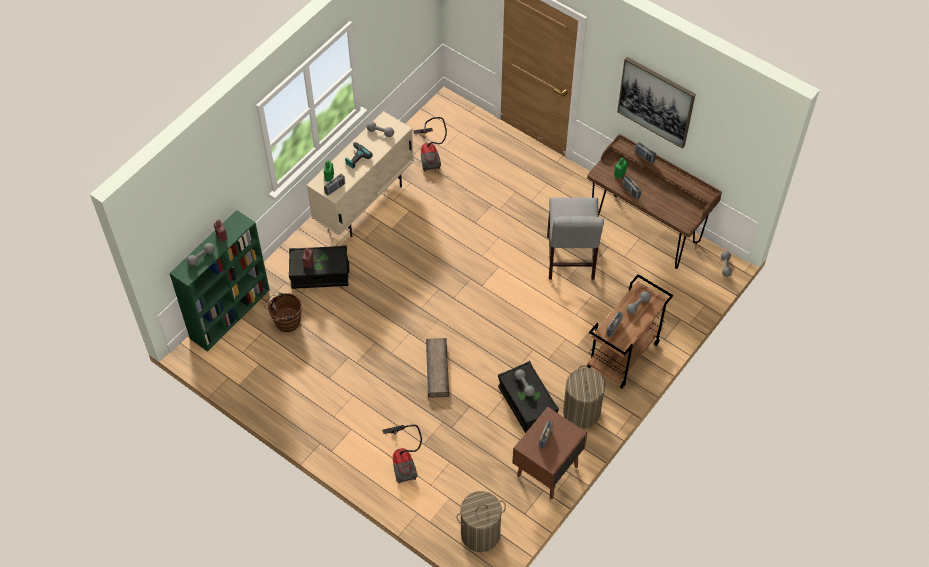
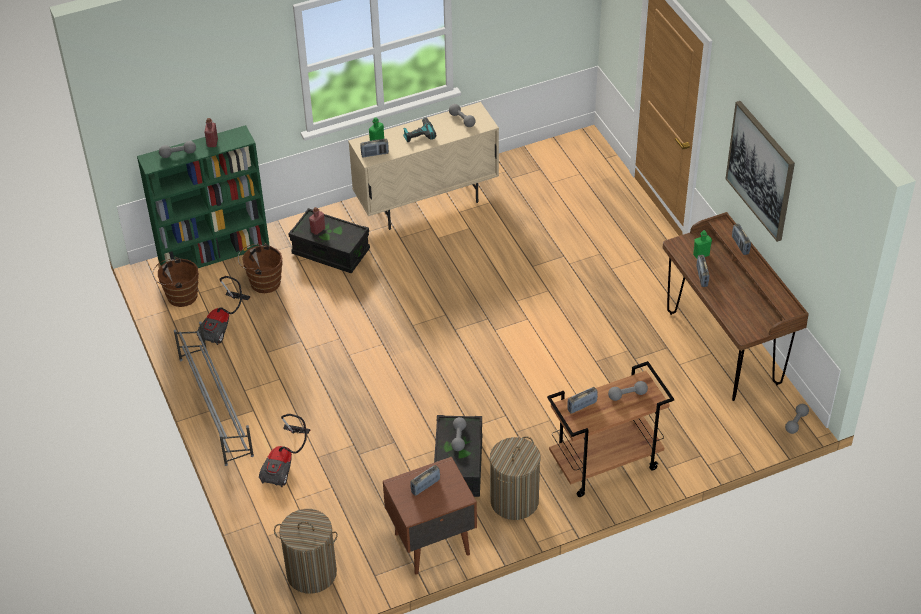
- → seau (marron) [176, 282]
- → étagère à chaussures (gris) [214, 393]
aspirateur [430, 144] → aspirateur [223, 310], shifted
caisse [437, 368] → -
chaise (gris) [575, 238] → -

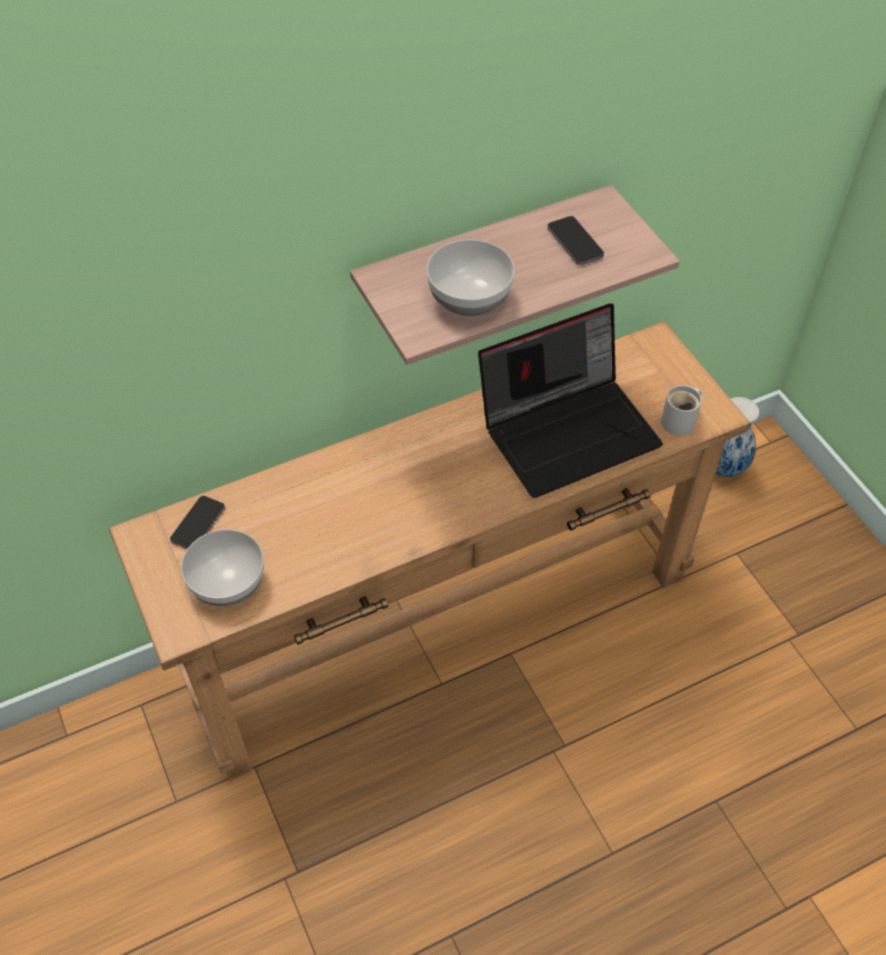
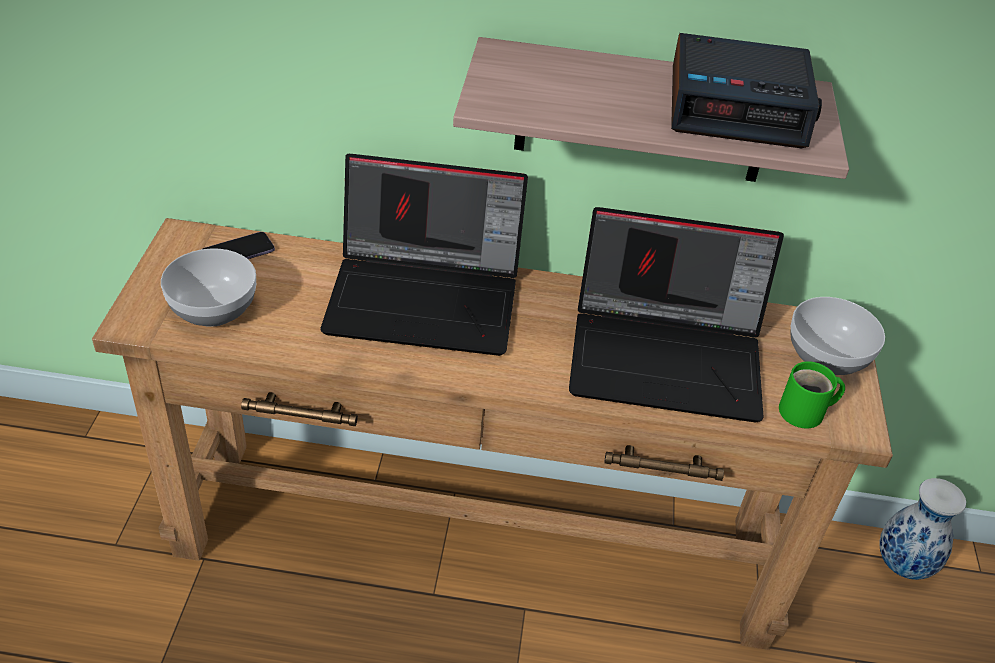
- → ordinateur portable [424, 255]
téléphone [575, 240] → réveil [746, 90]
mug (blanc) [681, 410] → mug (vert) [812, 395]
bol [470, 277] → bol [837, 336], shifted

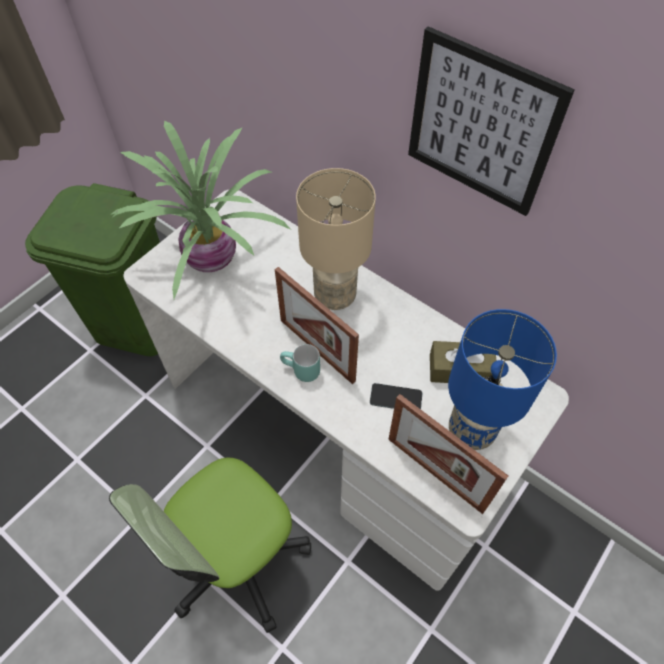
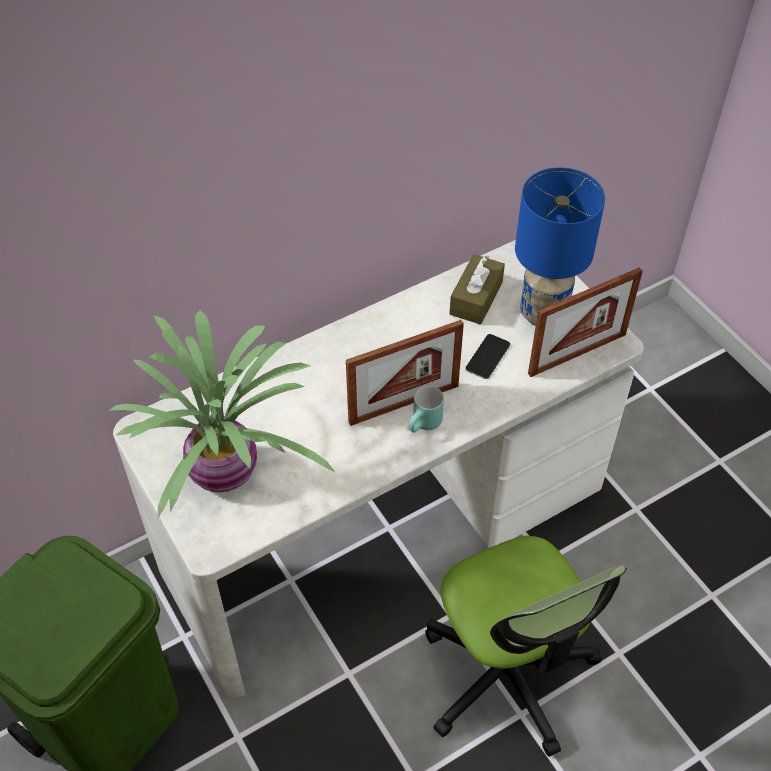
lampe de table (beige) [336, 239] → -
tableau [491, 121] → -

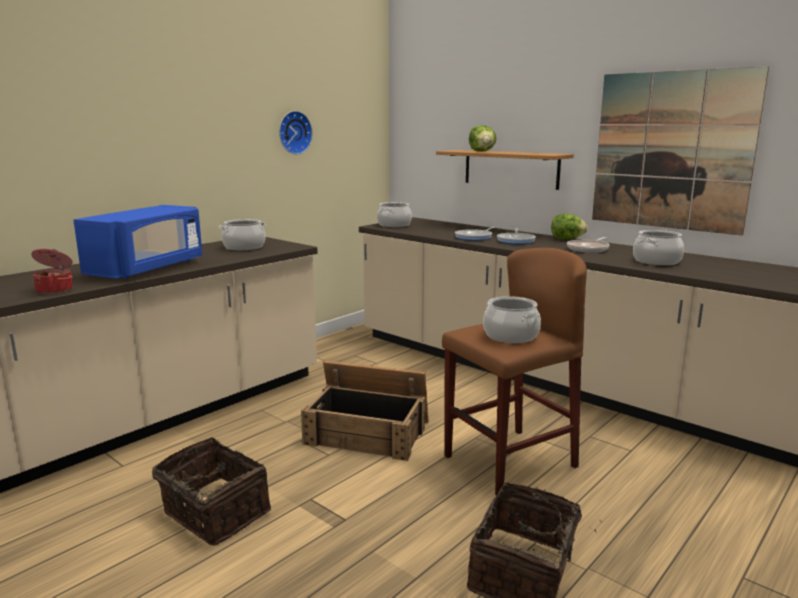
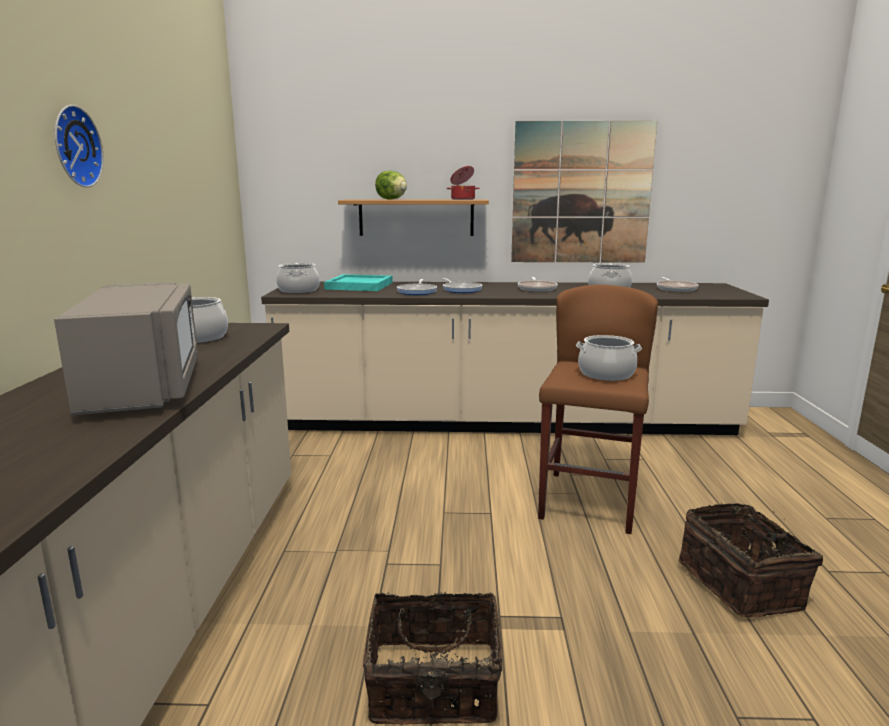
micro-ondes (bleu) [137, 242] → micro-ondes (gris) [126, 349]
horloge murale [296, 133] → horloge murale [79, 146], shifted
- → plateau (turquoise) [358, 282]
marmite [52, 271] → marmite [463, 183], shifted
- → poêle [678, 284]
caisse [364, 411] → -
laitue [569, 226] → -

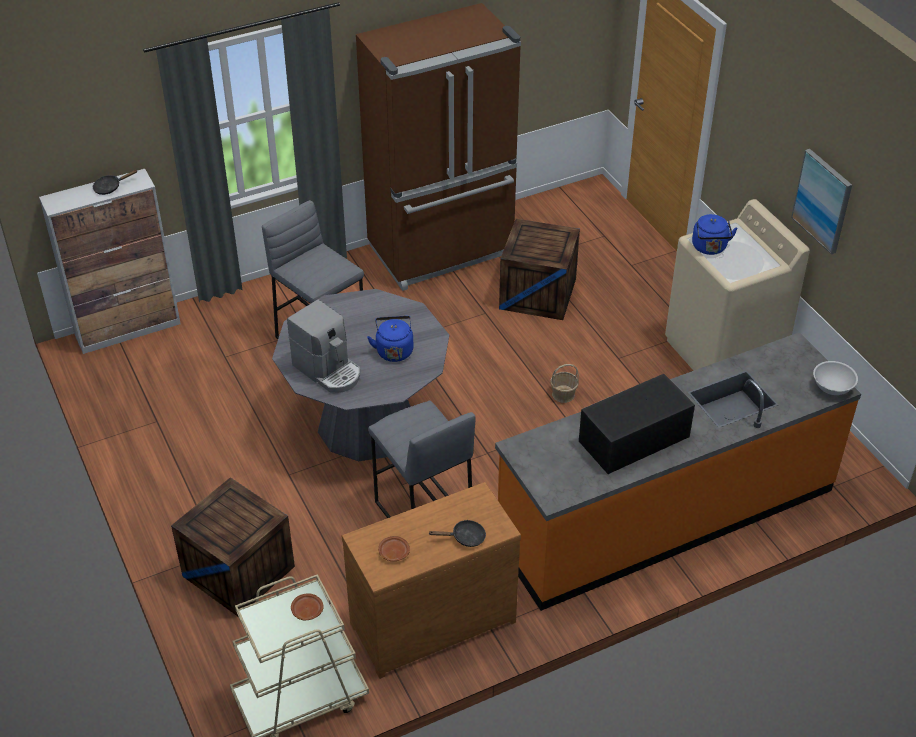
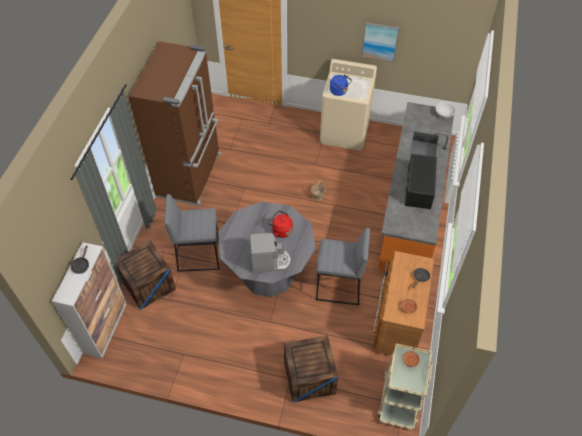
caisse [539, 269] → caisse [146, 275], shifted
bouilloire (bleu) [390, 339] → bouilloire (rouge) [280, 224]

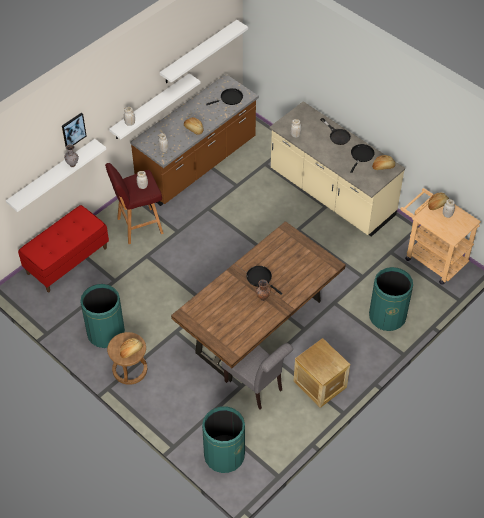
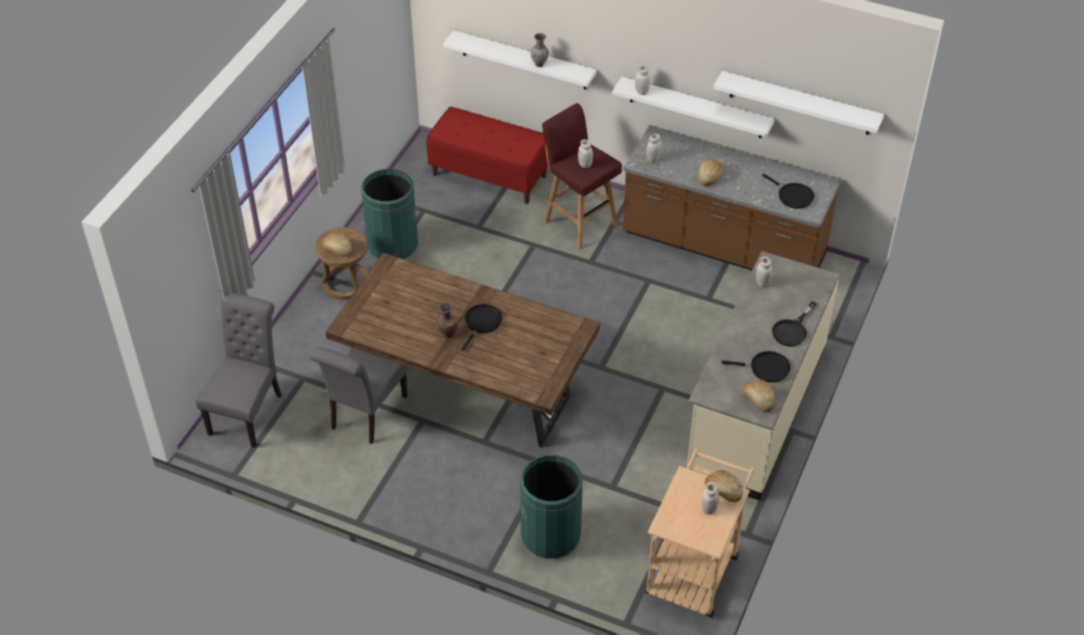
poubelle (vert) [223, 439] → chaise (gris) [238, 370]
tableau [74, 130] → -
caisse [321, 373] → -

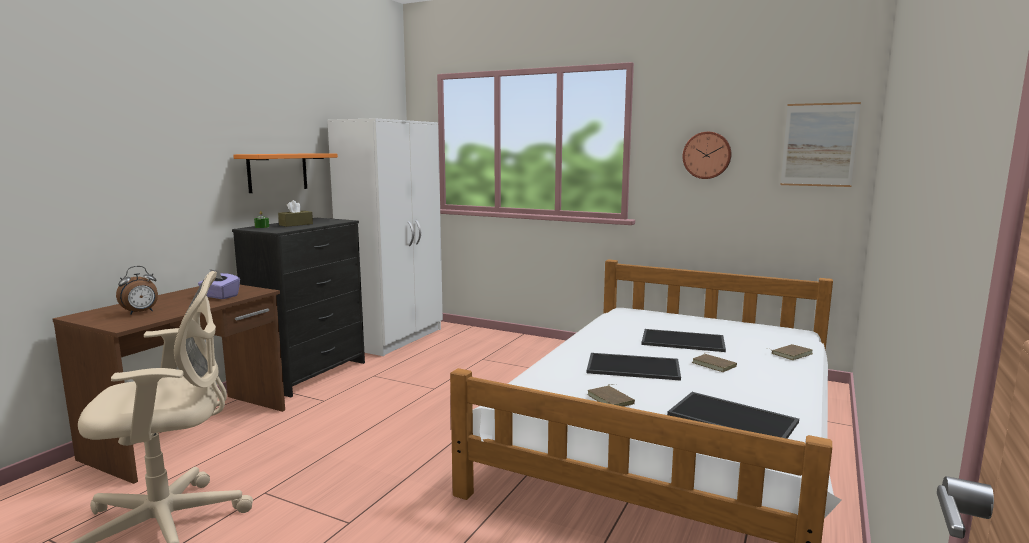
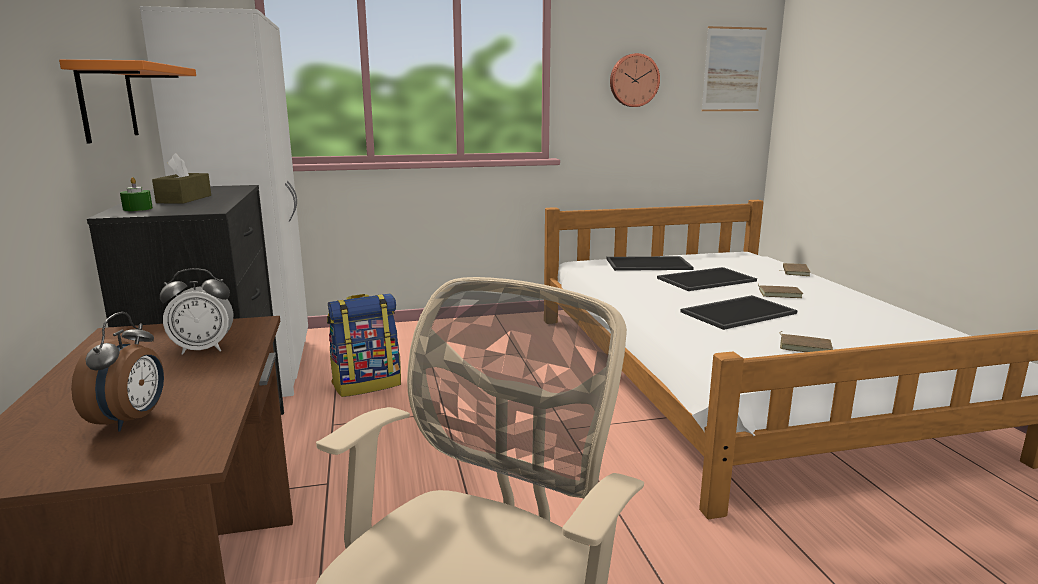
boîte à mouchoirs (violet) [219, 284] → réveil [196, 311]
- → sac à dos [364, 345]
plateau [733, 415] → plateau [650, 263], shifted

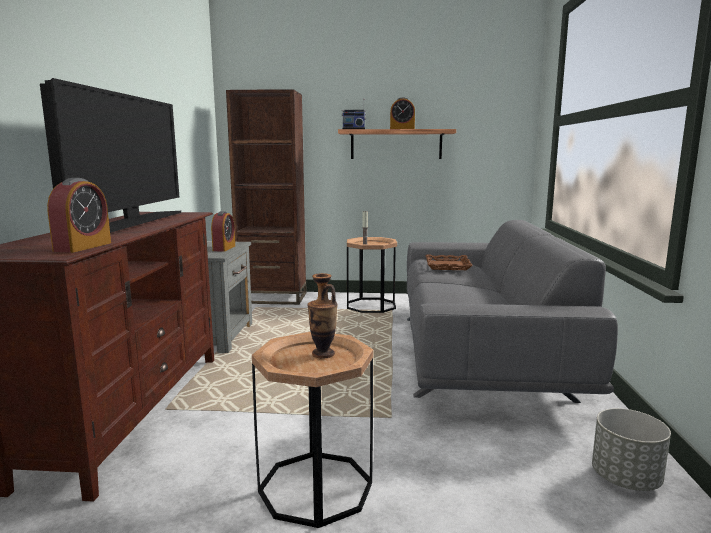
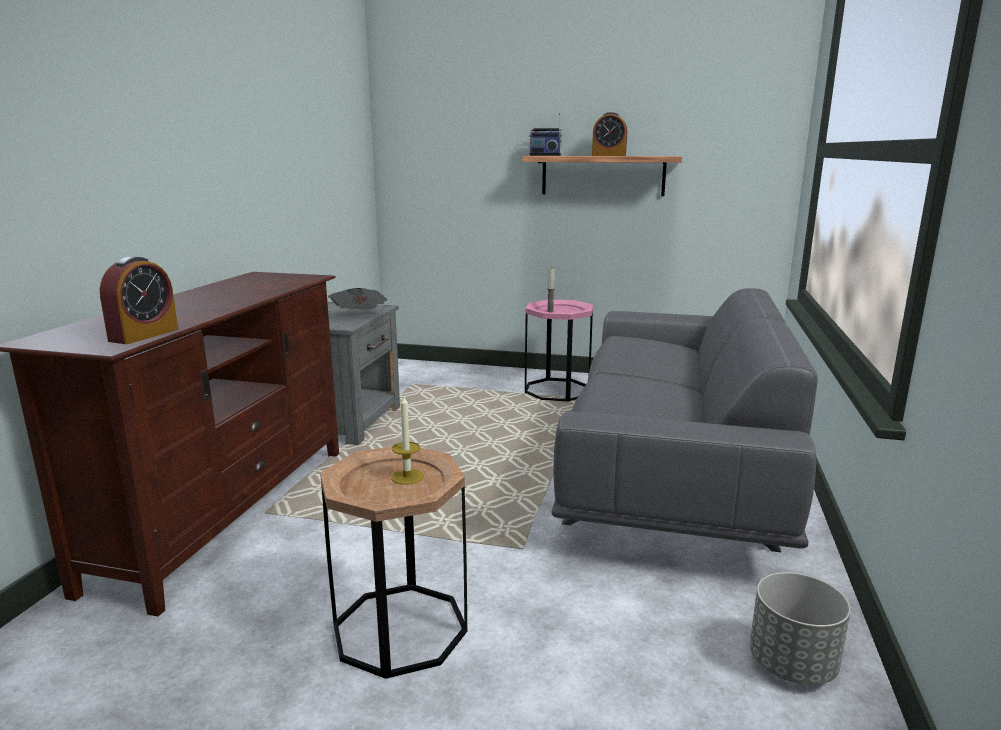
réveil [223, 231] → journal [358, 298]
vase [322, 316] → bougie [407, 440]
table d'appoint (marron) [372, 275] → table d'appoint (rose) [559, 350]
téléviseur [110, 155] → -
bibliothèque (marron) [266, 197] → -
plateau (marron) [449, 262] → -

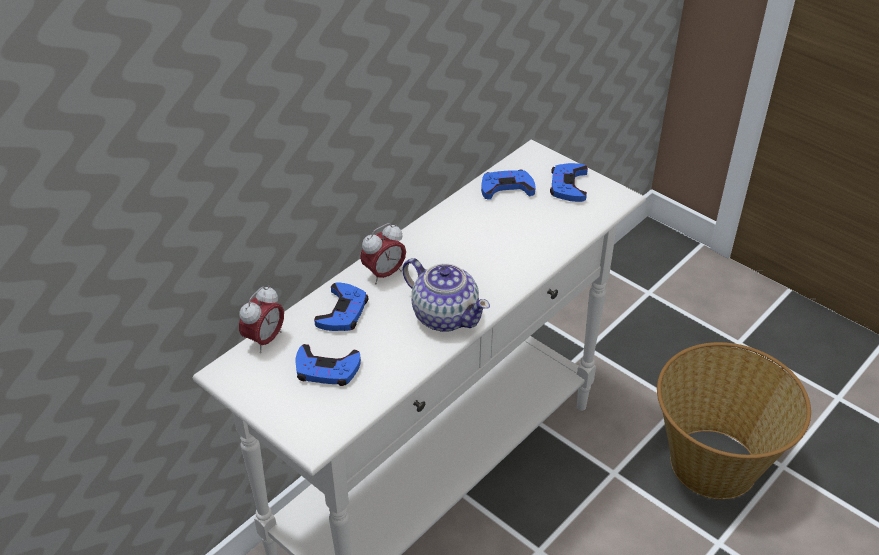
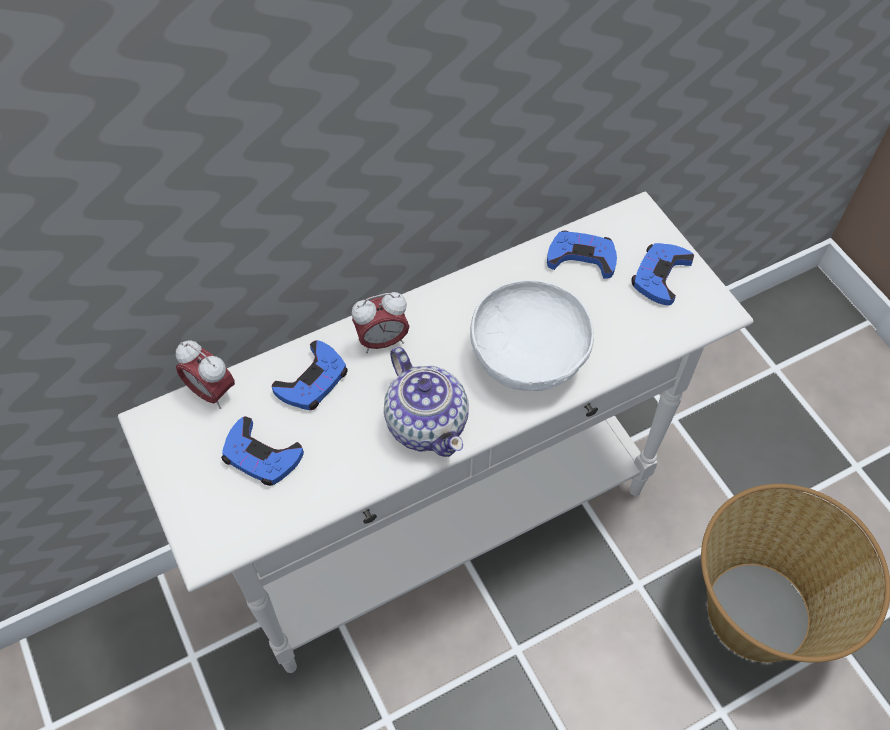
réveil [261, 319] → réveil [205, 374], 75 degrees clockwise
- → bol (blanc) [532, 335]

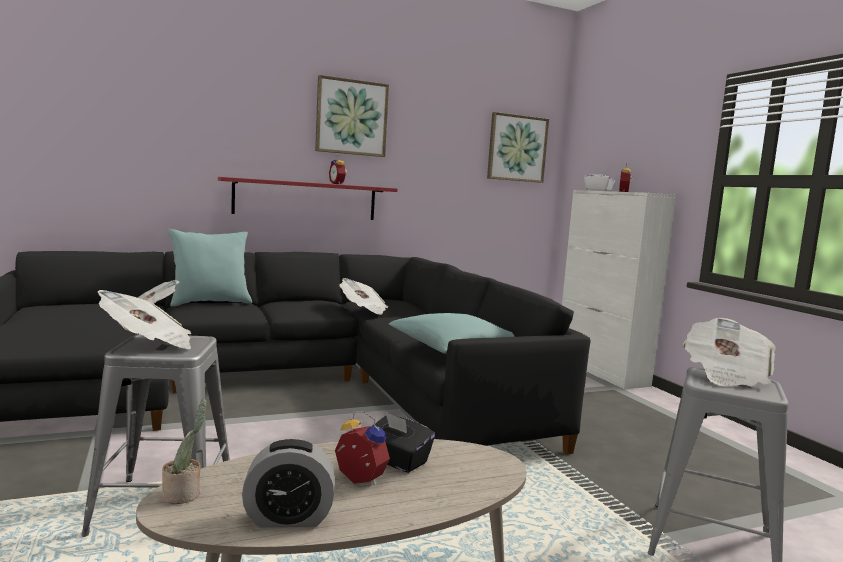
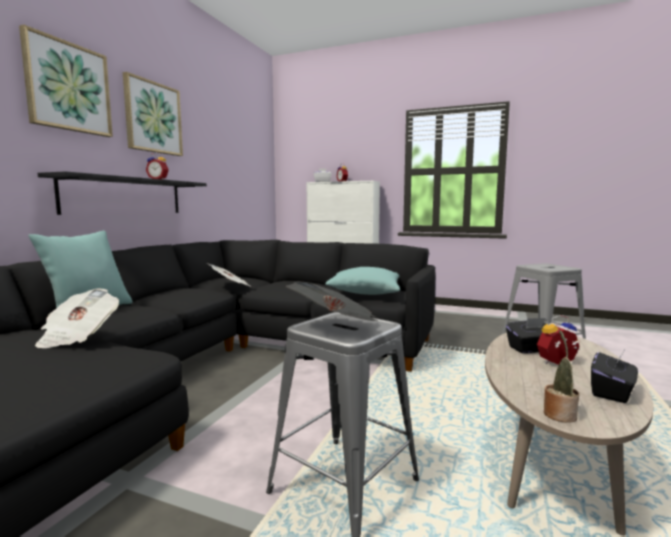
tableau [518, 147] → tableau [66, 81], shifted
étagère (rouge) [308, 198] → étagère (noir) [122, 193]
réveil [288, 483] → boîte à mouchoirs (noir) [614, 377]
journal [729, 352] → -

